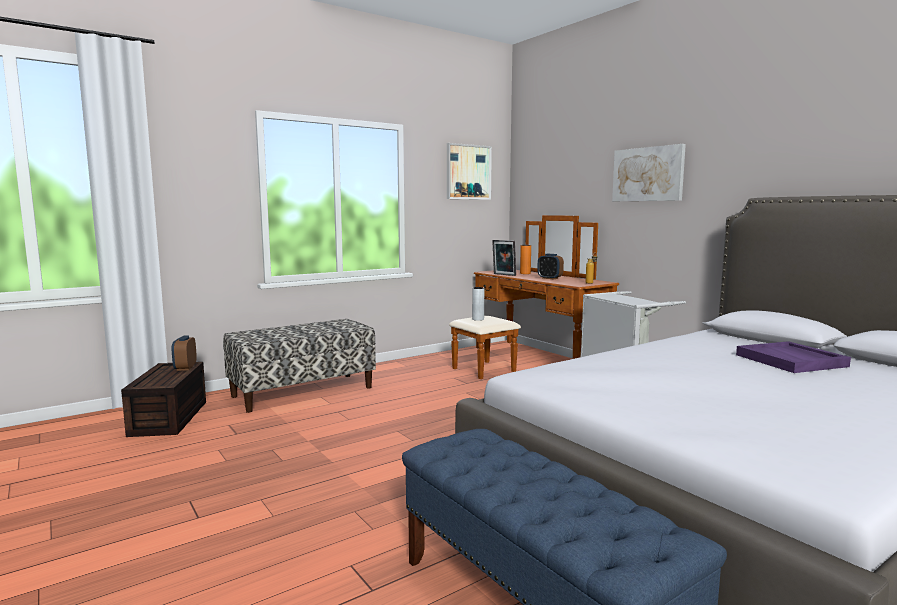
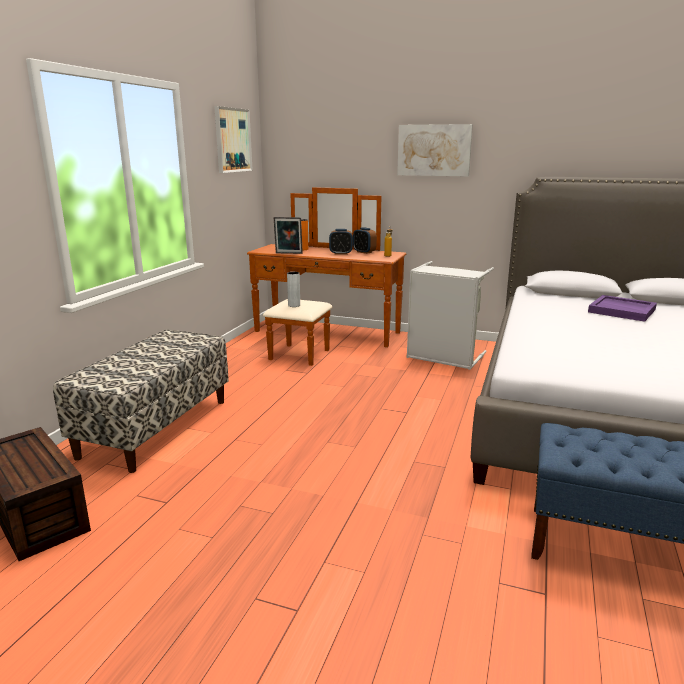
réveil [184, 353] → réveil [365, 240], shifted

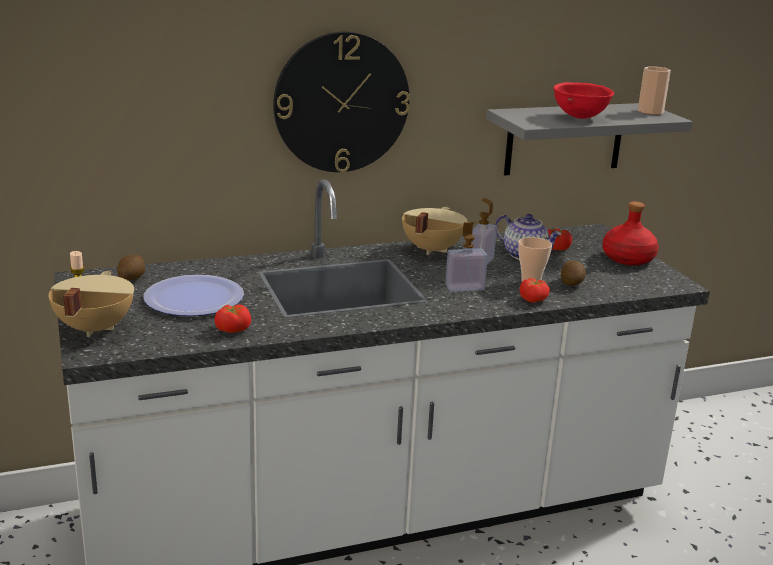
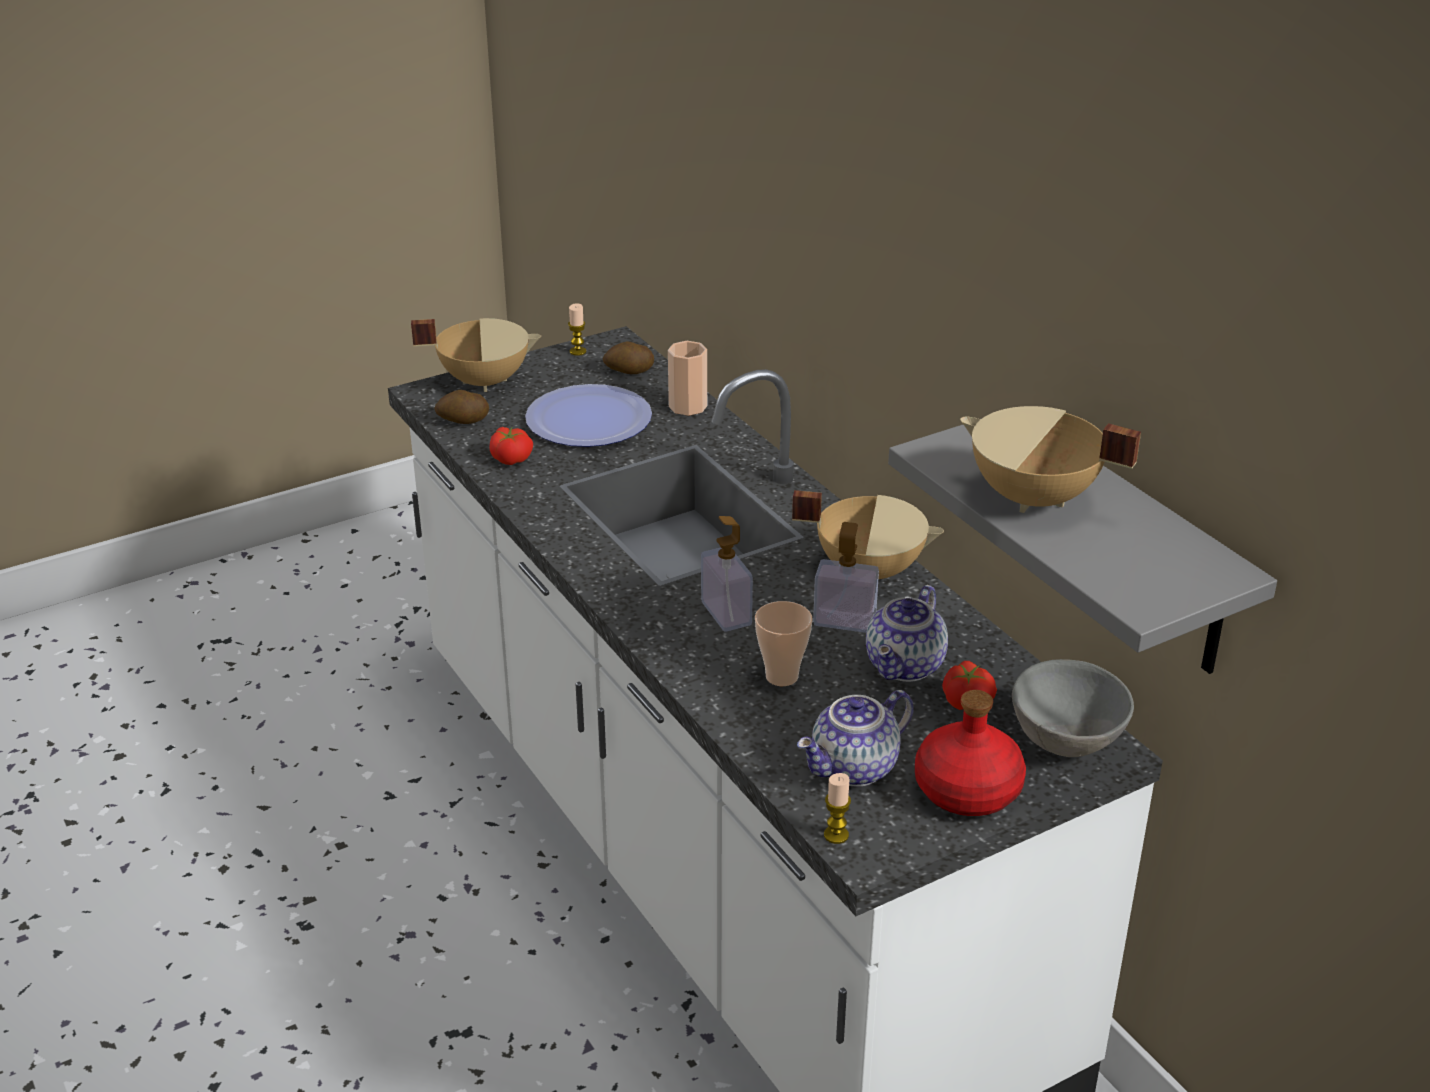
pomme de terre [573, 272] → pomme de terre [461, 407], shifted
tasse [654, 91] → tasse [687, 378], shifted
- → théière [855, 738]
- → bougie [837, 808]
bol (rouge) [583, 100] → marmite (beige) [1050, 459]
- → bol (gris) [1073, 708]
horloge murale [341, 102] → -
tomate [535, 290] → -

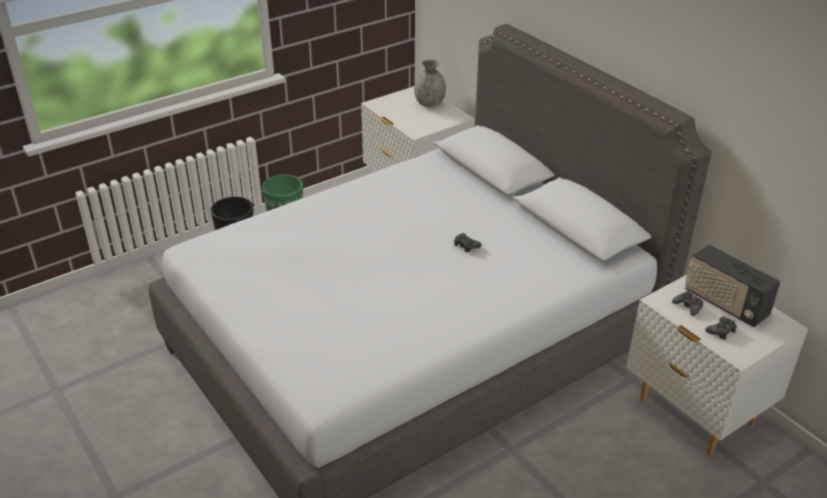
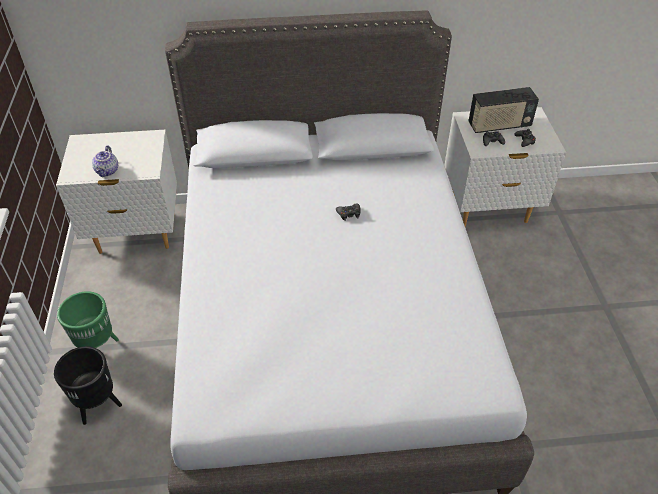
- → théière [105, 161]
vase (gris) [430, 83] → -

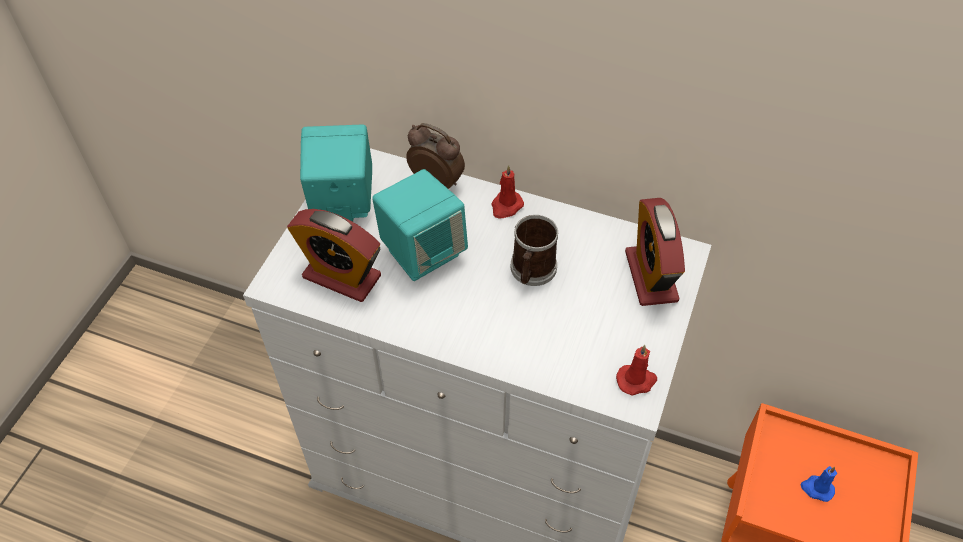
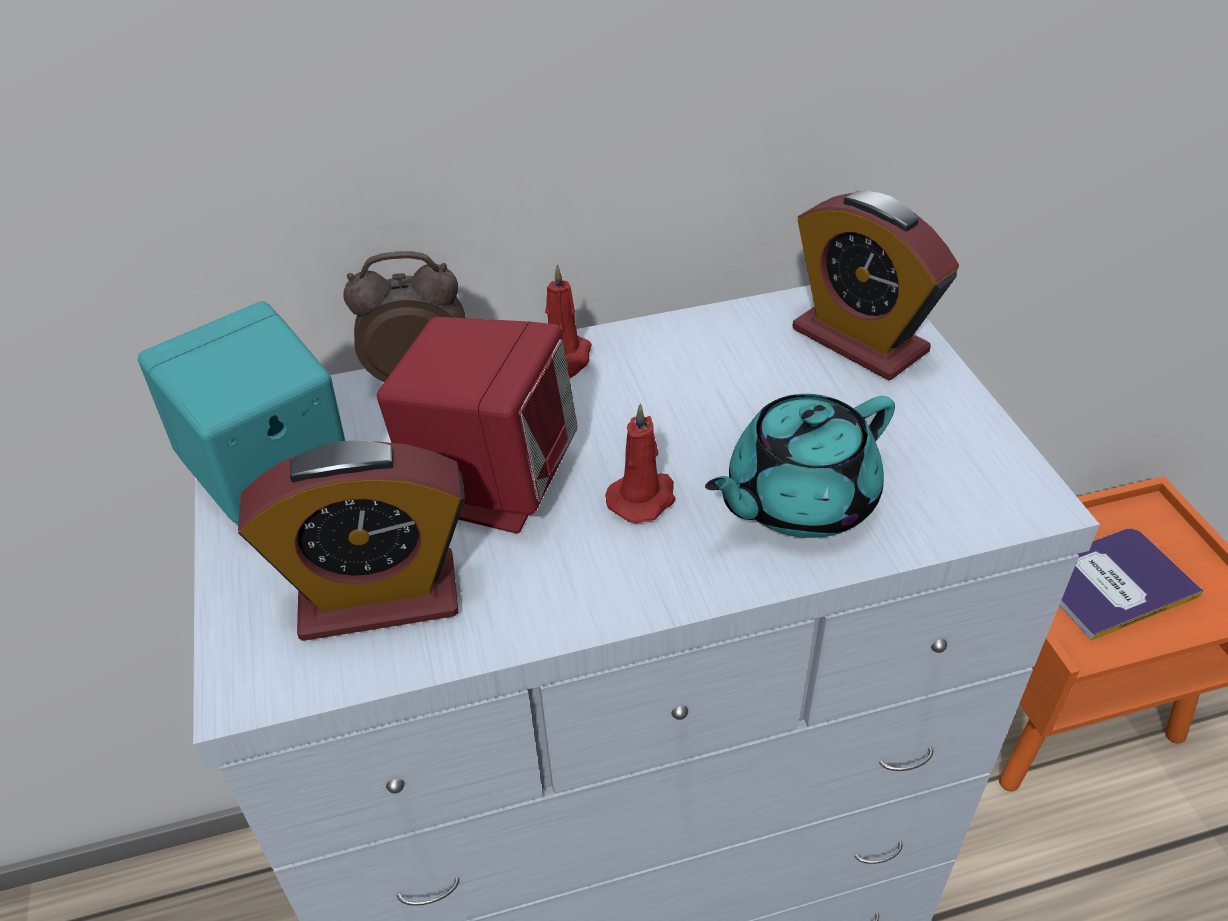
enceinte (turquoise) [420, 225] → enceinte (rouge) [477, 425]
bougie (rouge) [636, 370] → bougie (rouge) [640, 463], shifted
- → théière (turquoise) [800, 466]
bougie (bleu) [819, 484] → livre [1131, 585]
mug [534, 250] → -

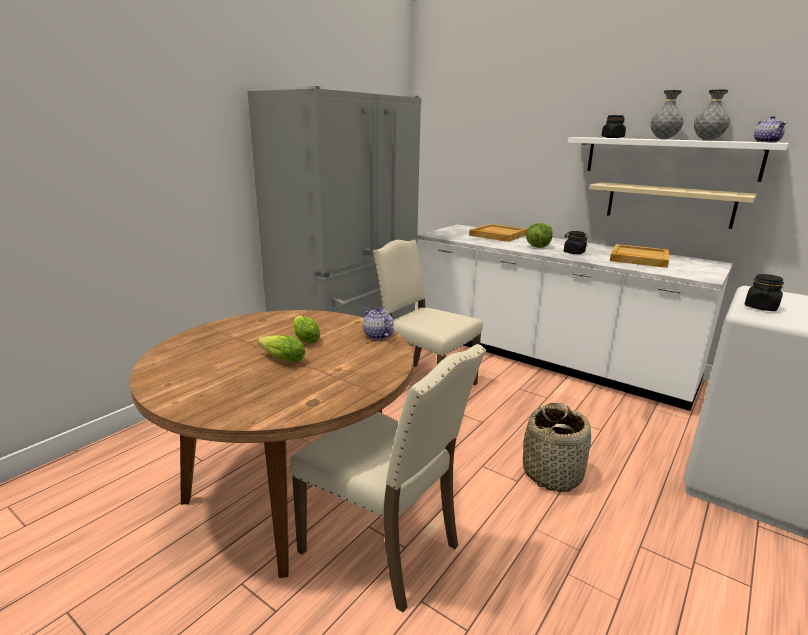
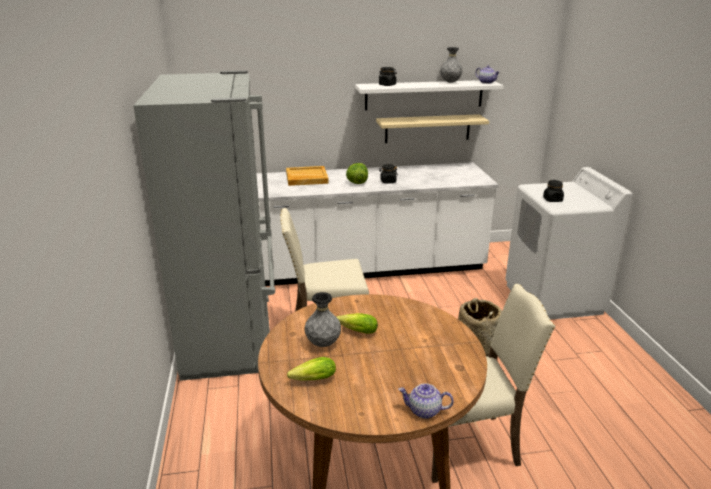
laitue [281, 348] → laitue [311, 369], shifted
vase (gris) [667, 114] → vase (gris) [323, 319], shifted
théière [378, 323] → théière [426, 401], shifted
plateau (beige) [639, 256] → -

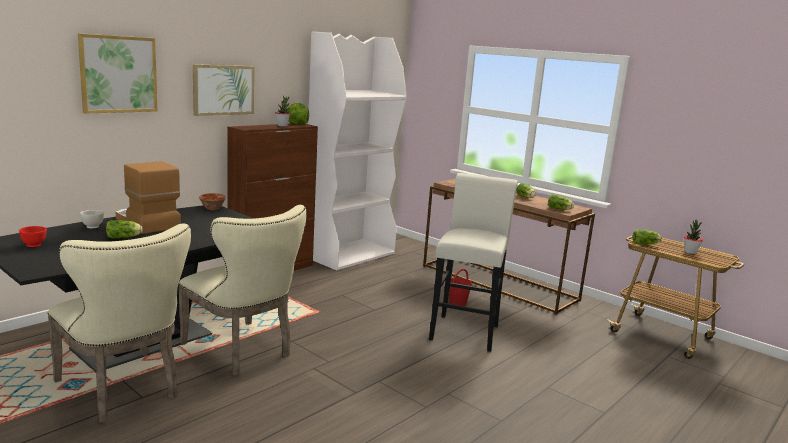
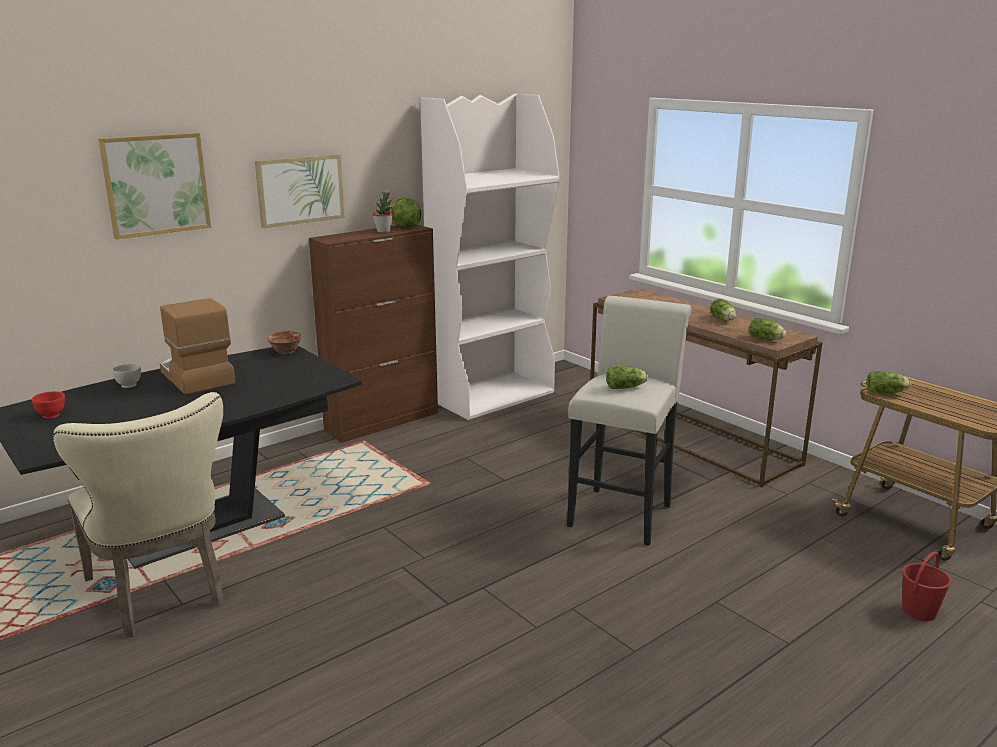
laitue [124, 229] → laitue [627, 377], shifted
seau (rouge) [460, 287] → seau (rouge) [926, 586], shifted
chaise (beige) [242, 290] → -
plante en pot [693, 237] → -

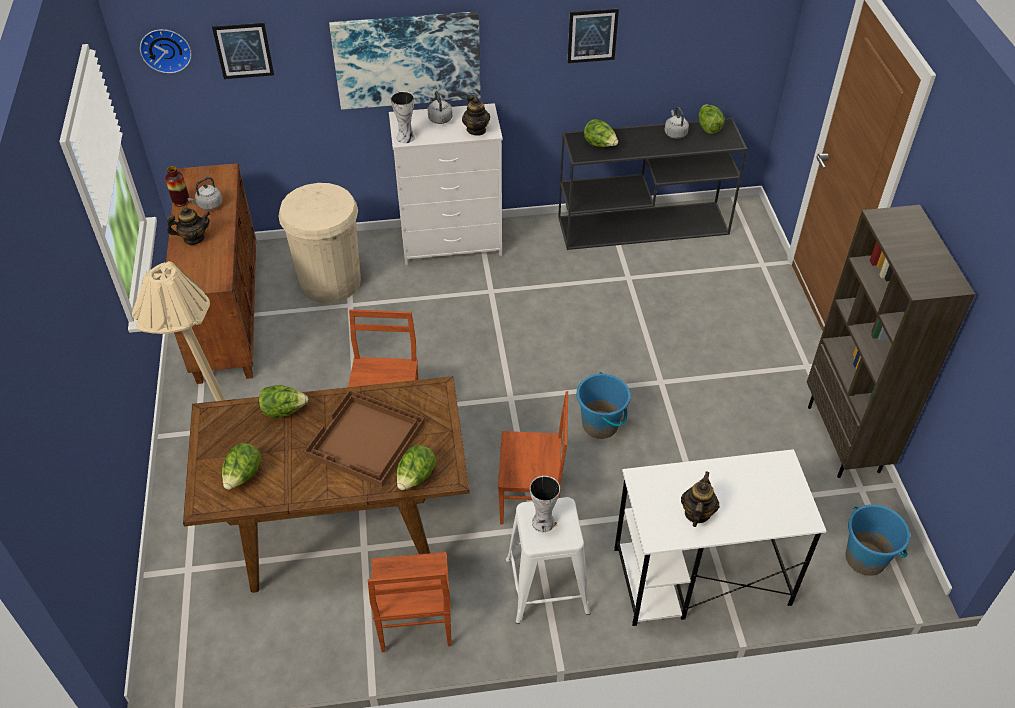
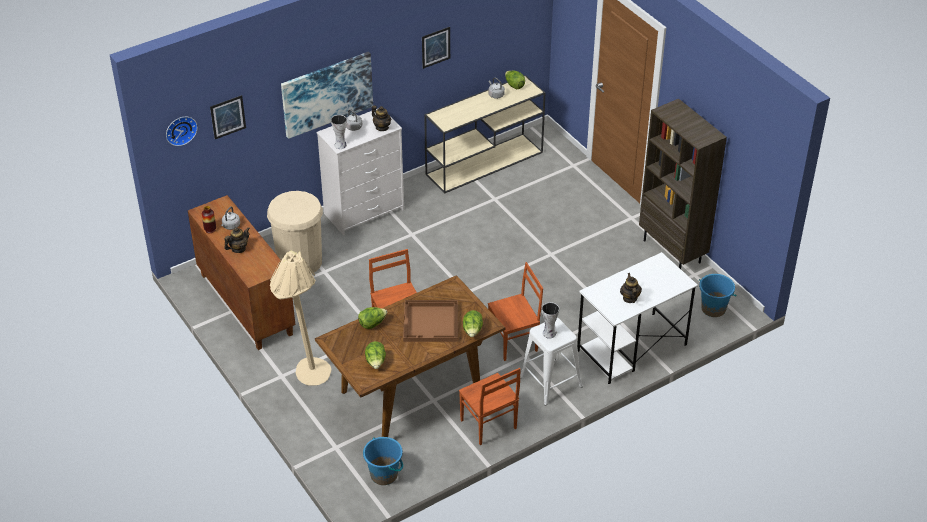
seau (bleu) [603, 405] → seau (bleu) [383, 461], shifted
table console (noir) [652, 184] → table console (beige) [484, 134]
laitue [601, 133] → -

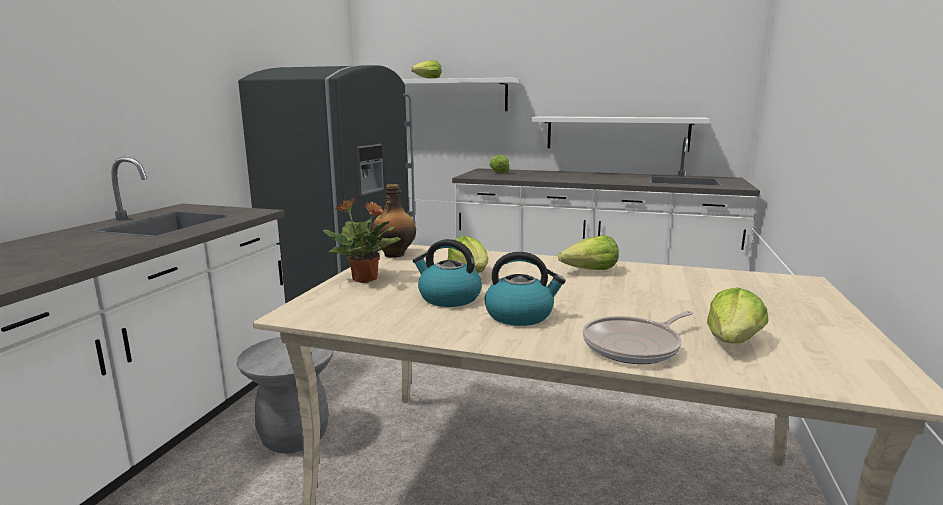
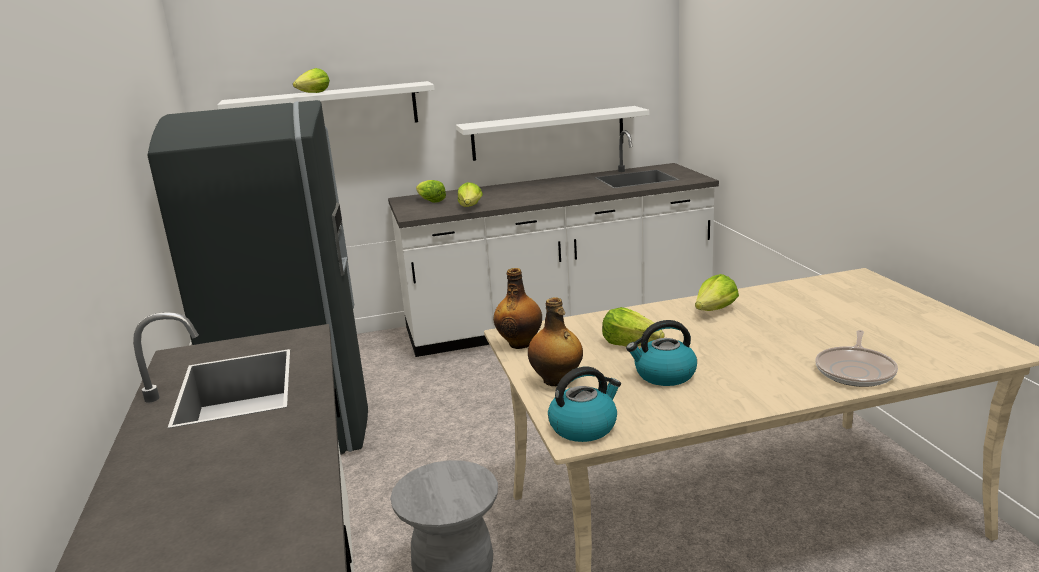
laitue [738, 315] → laitue [470, 194], shifted
plante en pot [362, 240] → bouteille [555, 341]
bouilloire [525, 289] → bouilloire [584, 404], shifted

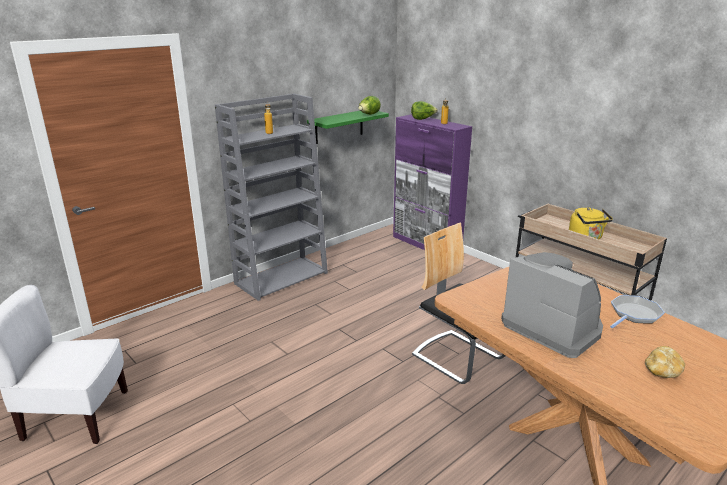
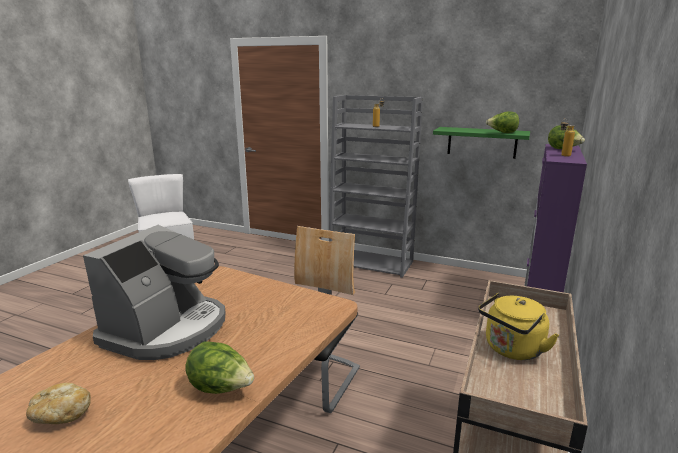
poêle [637, 311] → laitue [220, 367]

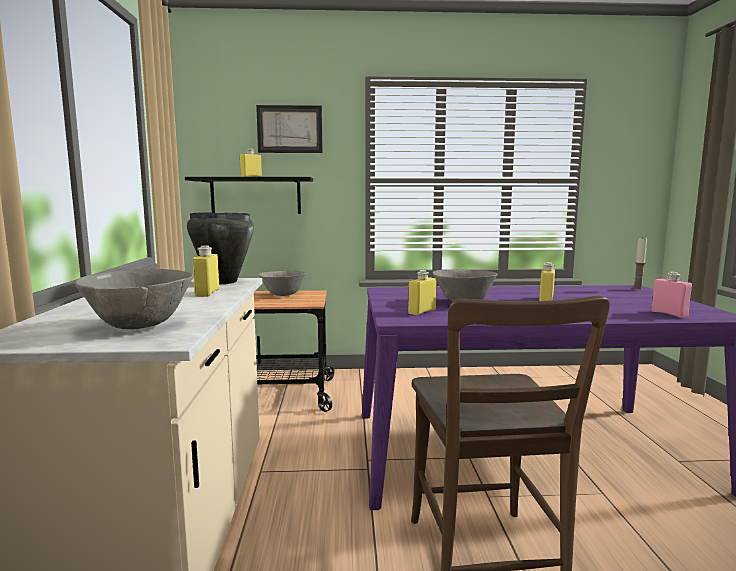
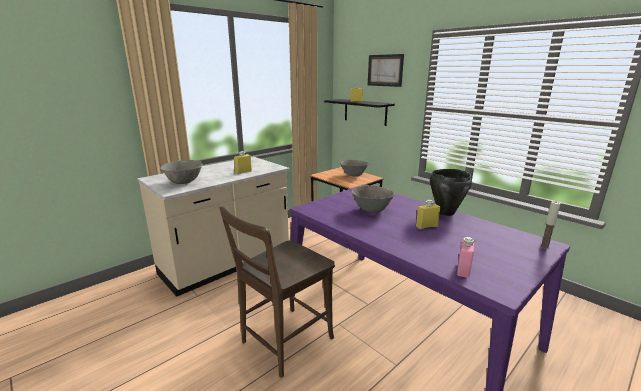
marmite (noir) [220, 248] → marmite (noir) [451, 192], shifted
bouteille (jaune) [422, 292] → -

